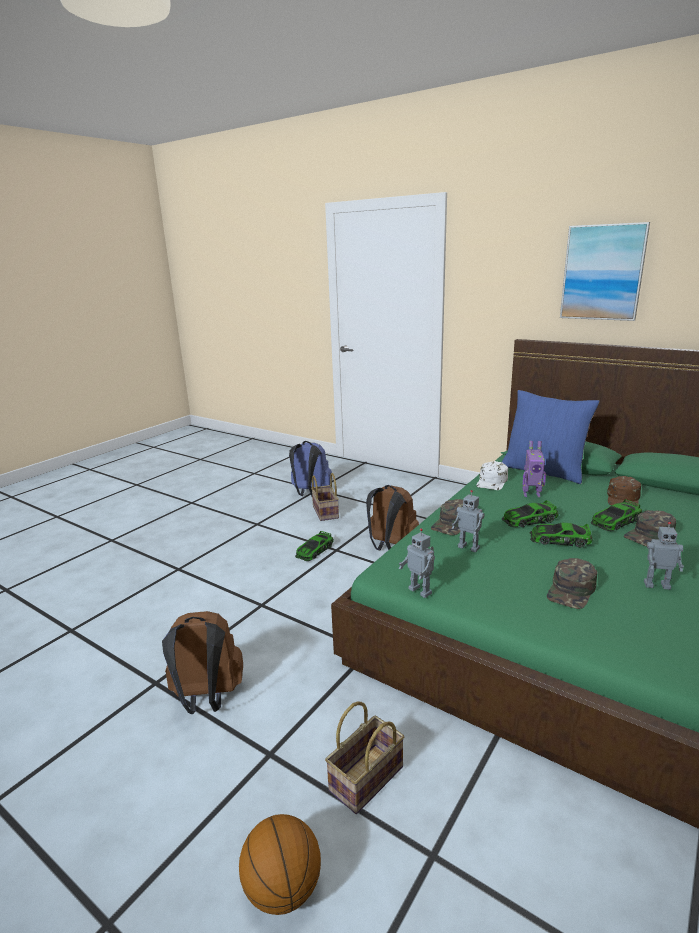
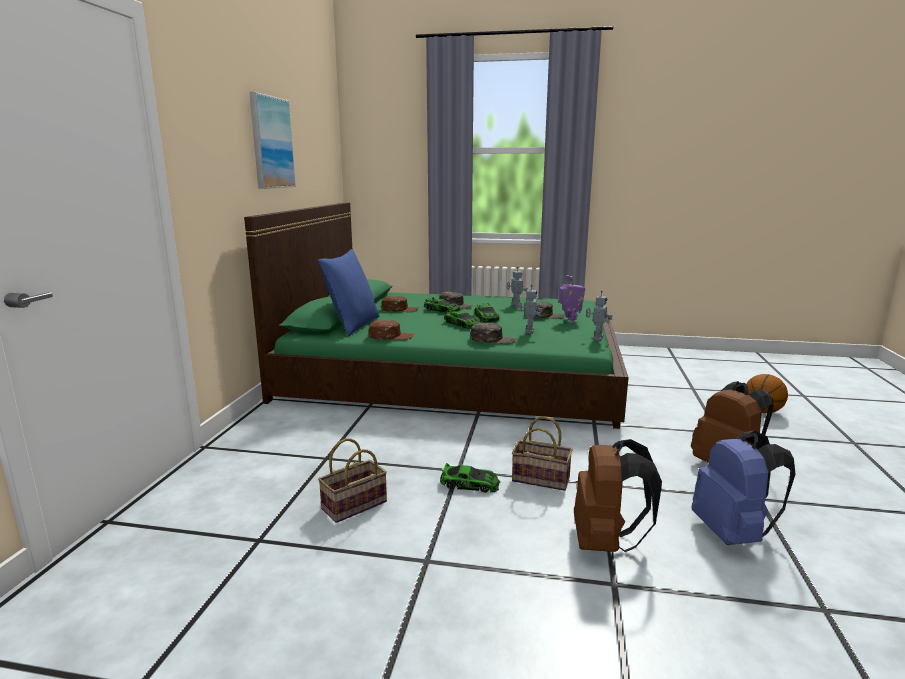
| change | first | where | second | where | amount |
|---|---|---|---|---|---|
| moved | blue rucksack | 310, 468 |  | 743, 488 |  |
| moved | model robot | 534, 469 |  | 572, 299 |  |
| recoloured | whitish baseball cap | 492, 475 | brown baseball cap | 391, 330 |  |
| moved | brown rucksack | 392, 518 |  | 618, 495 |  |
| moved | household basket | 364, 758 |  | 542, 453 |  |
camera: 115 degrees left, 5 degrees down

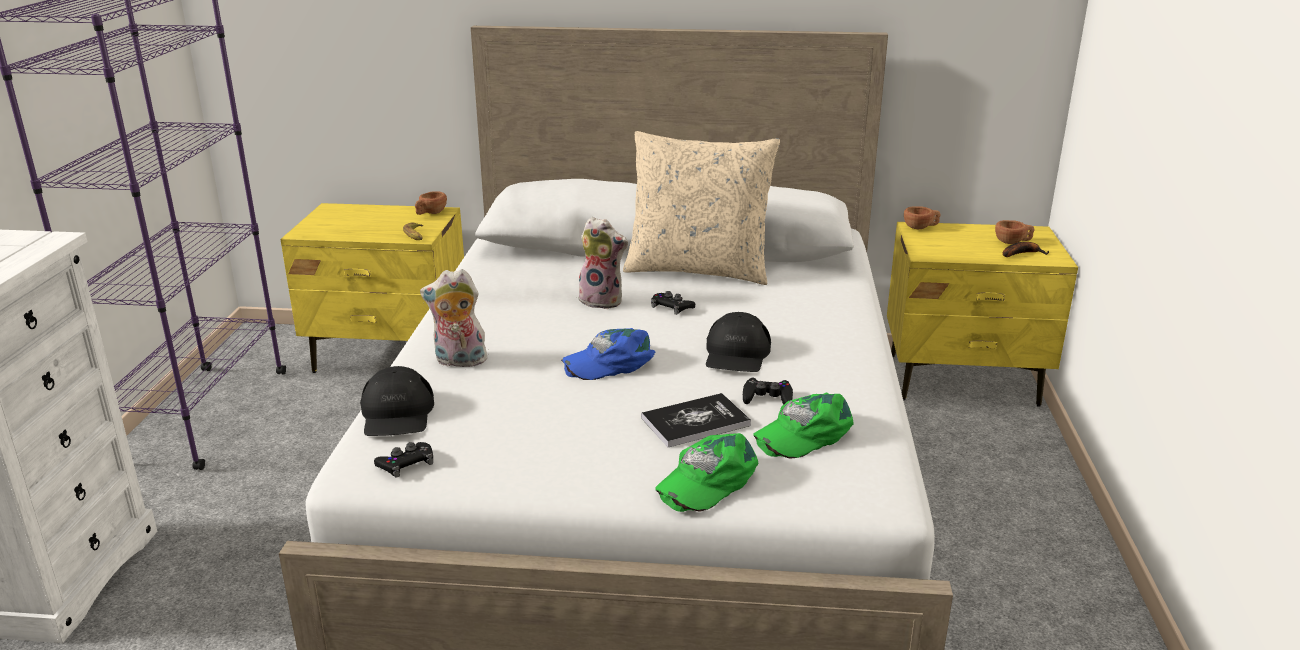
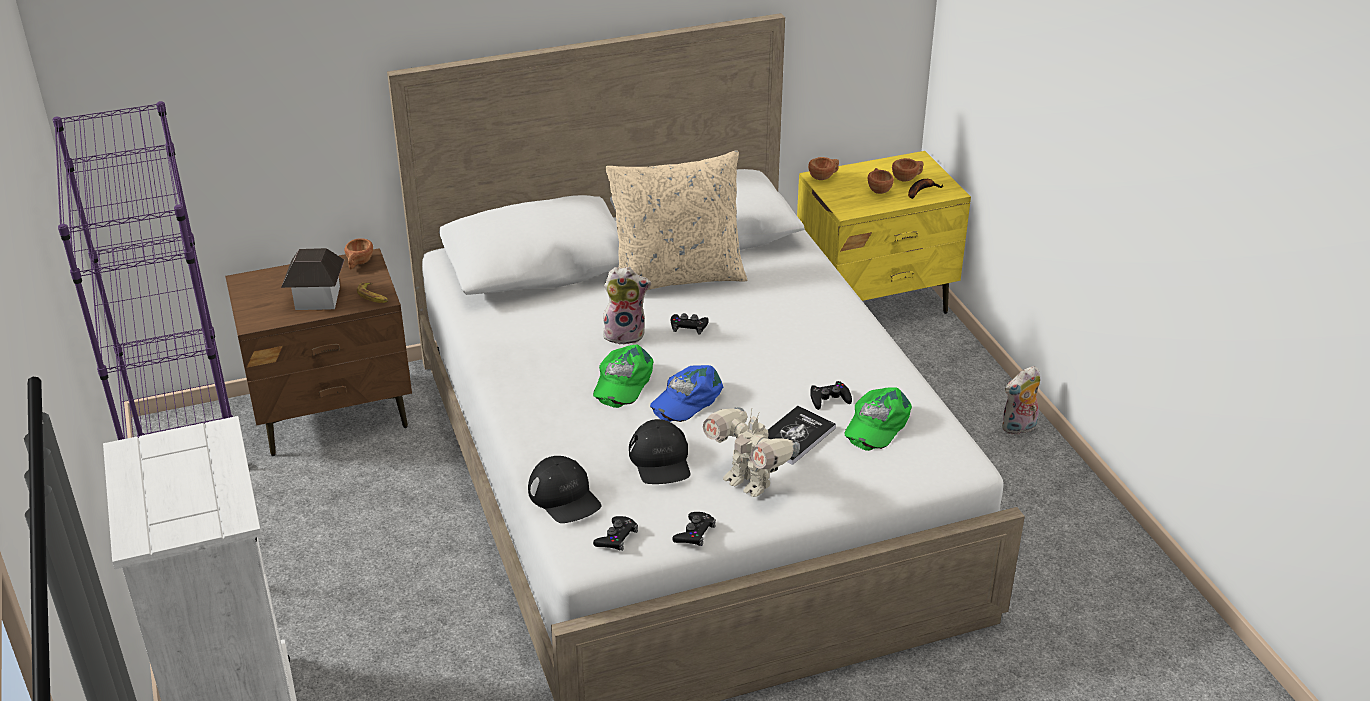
| change | first | where | second | where | amount |
|---|---|---|---|---|---|
| recoloured | yellowish nightstand | 372, 288 | brown nightstand | 318, 352 |  |
| moved | plush toy | 455, 318 |  | 1021, 400 |  |
| moved | black baseball cap | 738, 342 |  | 659, 451 |  |
| moved | green-coloured baseball cap | 706, 472 |  | 623, 376 |  |
| added |  |  | brown drinking cup | 881, 181 |  |
| added |  |  | model house | 312, 279 |  |
| added |  |  | model robot | 751, 452 |  |
| added |  |  | black joypad | 694, 529 |  |
camera: 25 degrees left, 10 degrees up

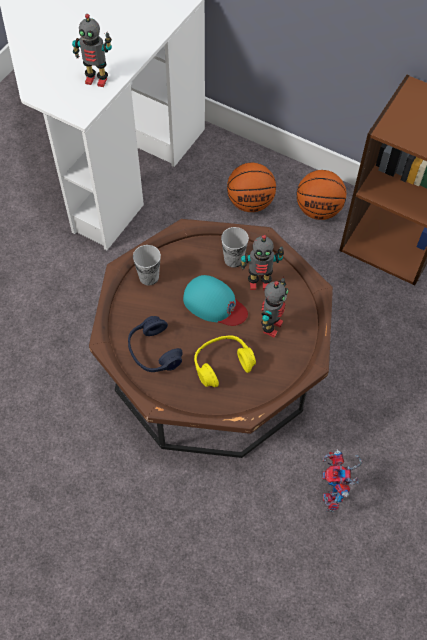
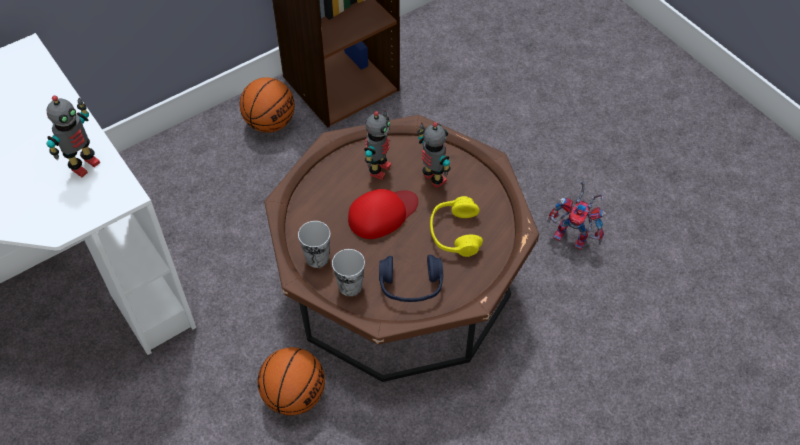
| change | first | where | second | where | amount |
|---|---|---|---|---|---|
| moved | ball for basketball | 251, 187 |  | 291, 381 |  |
| moved | drinking cup | 235, 247 |  | 348, 272 |  |
| recoloured | blue-green baseball cap | 215, 300 | reddish baseball cap | 383, 214 |  |
camera: 65 degrees left, 5 degrees down

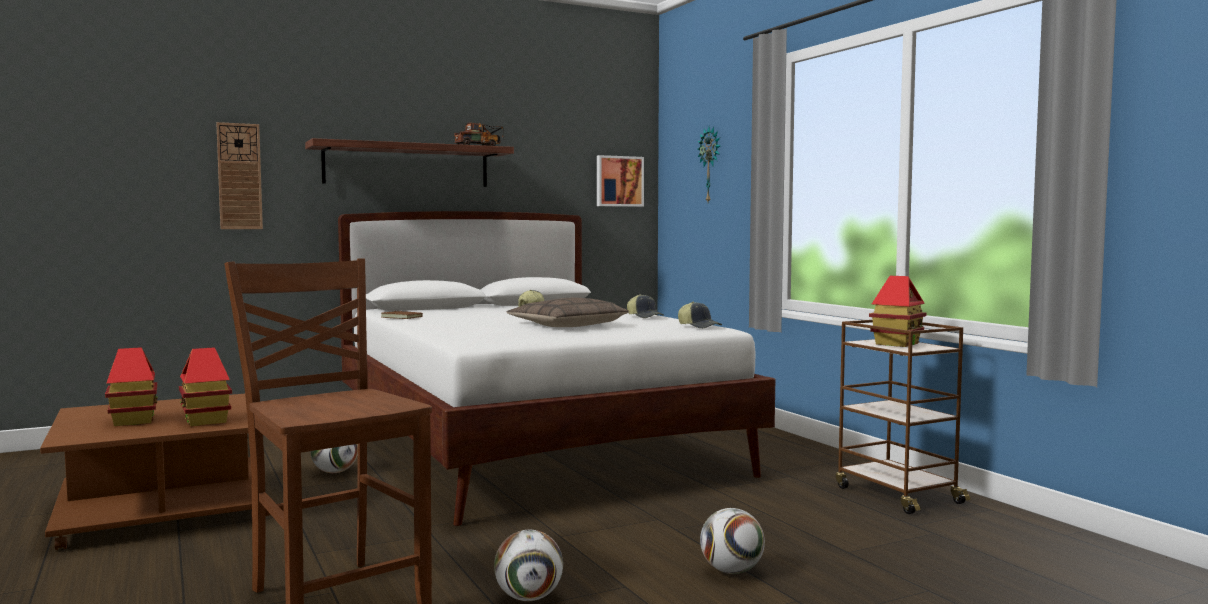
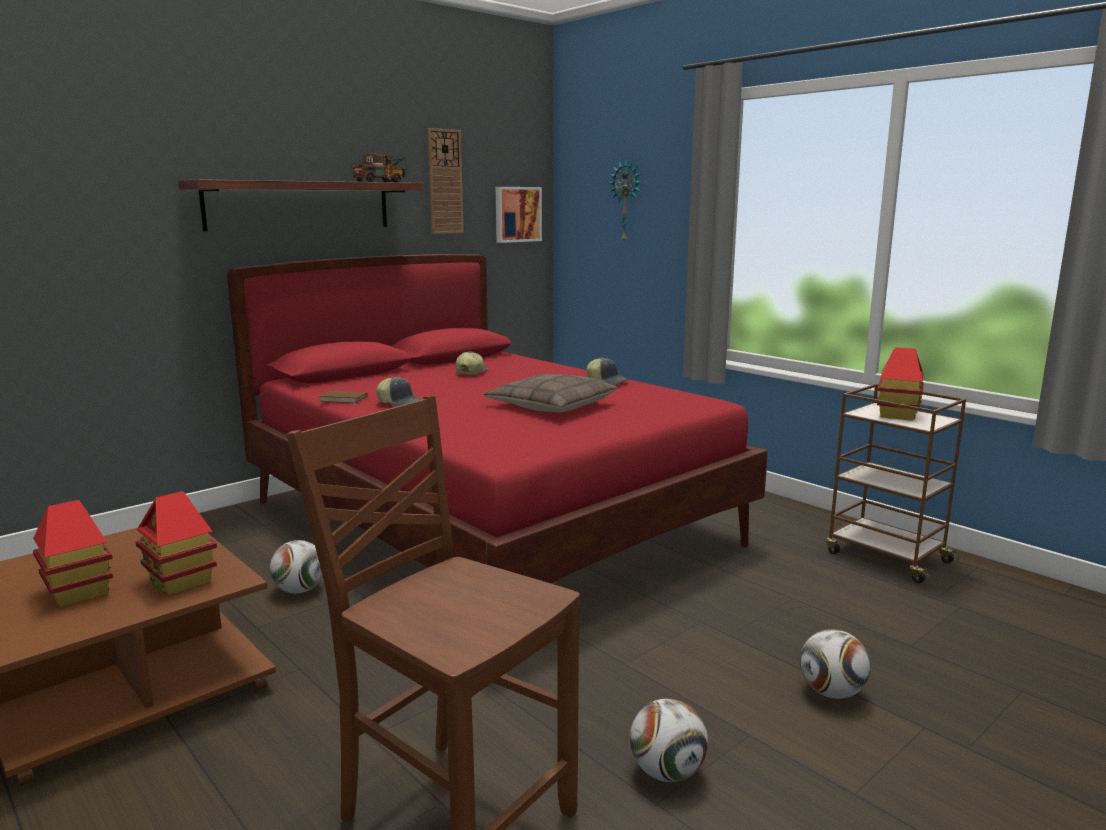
| change | first | where | second | where | amount |
|---|---|---|---|---|---|
| moved | hanging clock | 239, 175 |  | 445, 181 |  |
| recoloured | whitish sleeping bed | 557, 368 | reddish sleeping bed | 497, 418 |  |
| moved | baseball cap | 700, 315 |  | 399, 392 |  |
camera: 15 degrees left, 10 degrees up

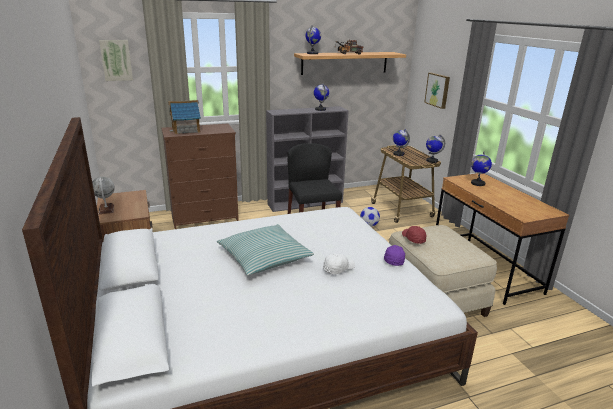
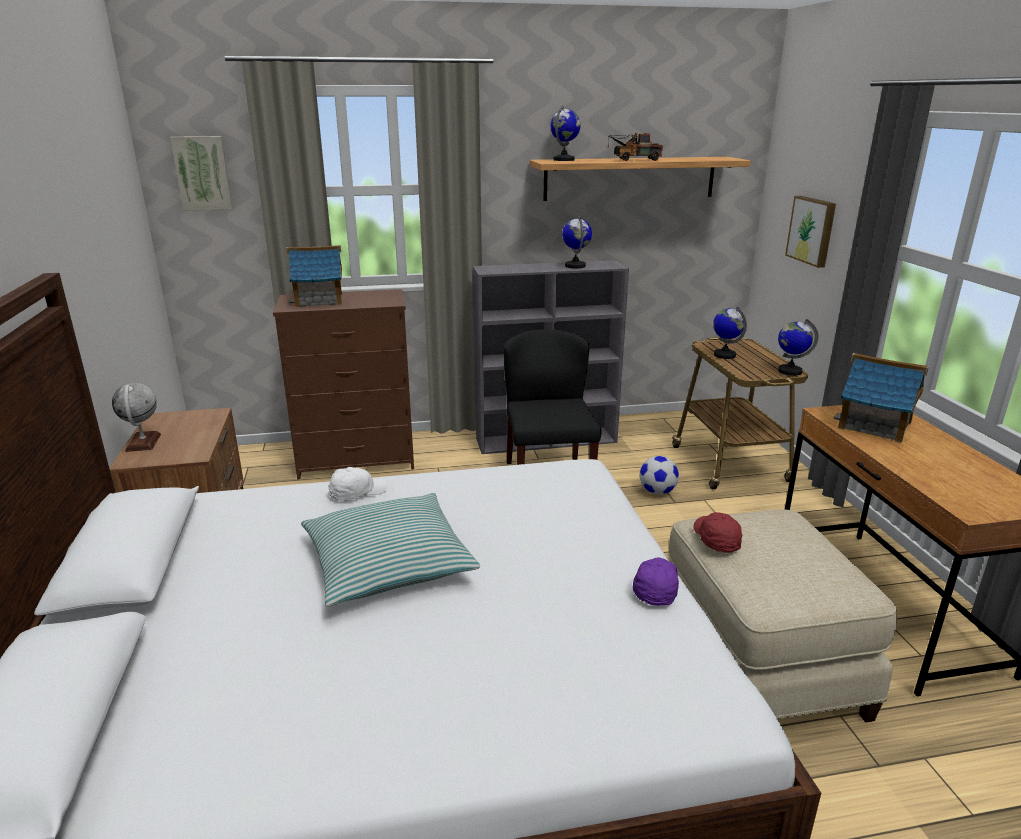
| change | first | where | second | where | amount |
|---|---|---|---|---|---|
| replaced | desk globe | 481, 168 | model house | 881, 398 |  |
| moved | whitish baseball cap | 339, 264 |  | 358, 484 |  |
camera: 10 degrees right, 0 degrees up

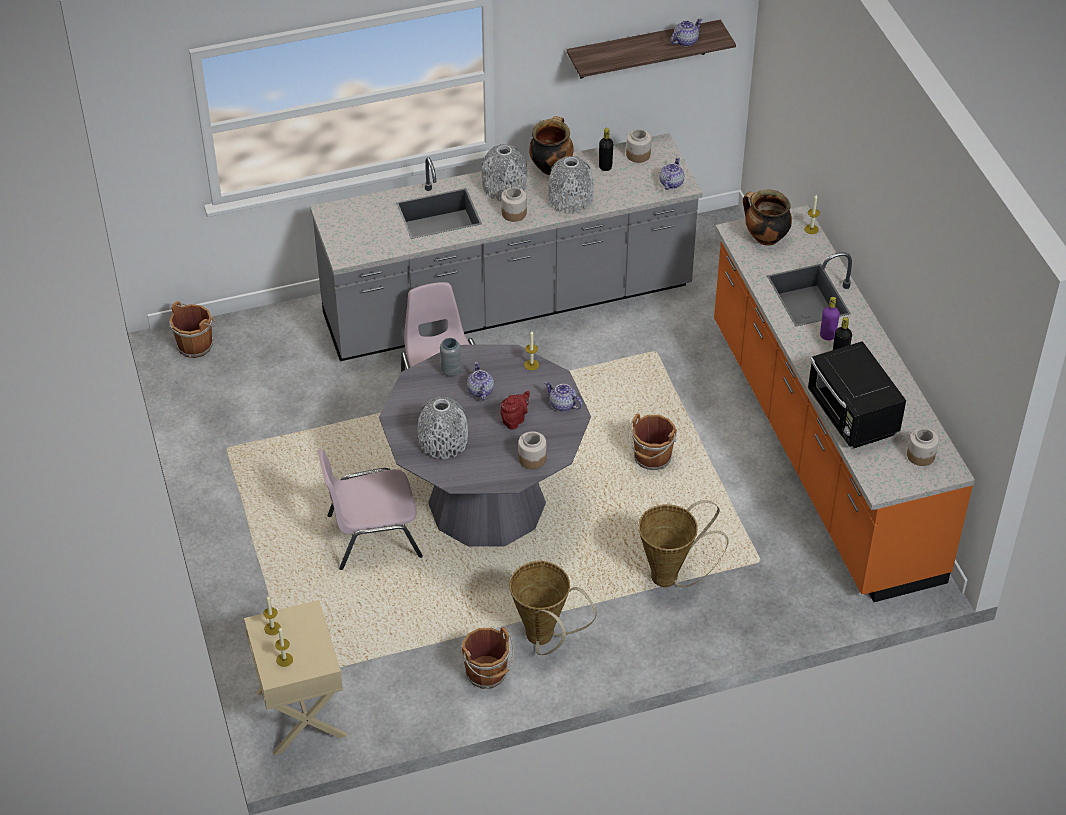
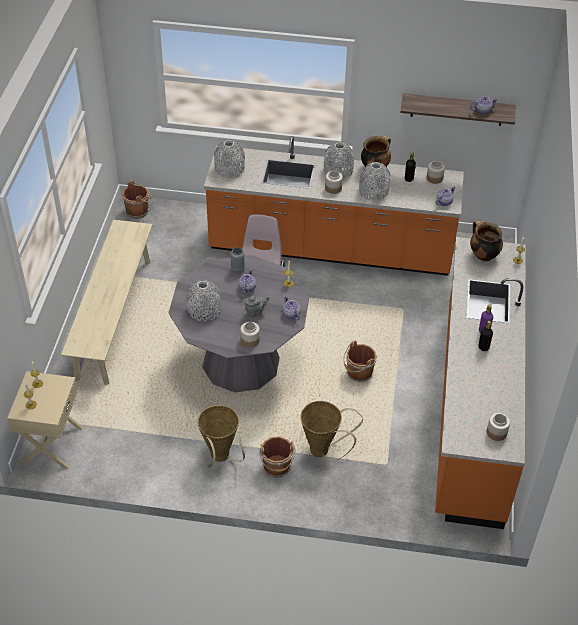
| change | first | where | second | where | amount |
|---|---|---|---|---|---|
| recoloured | grey kitchen counter | 506, 247 | orangey kitchen counter | 334, 206 |  |
| removed | black kitchen microwave | 857, 394 |  |  |  |
| recoloured | reddish pot for tea | 515, 410 | grey pot for tea | 257, 307 |  |
| removed | pink upright chair | 370, 509 |  |  |  |
| moved | brown pail | 487, 658 |  | 277, 457 |  |
| added |  |  | grey decorative vase | 229, 159 |  |
| added |  |  | beige bench | 106, 302 |  |
camera: 25 degrees right, 0 degrees up

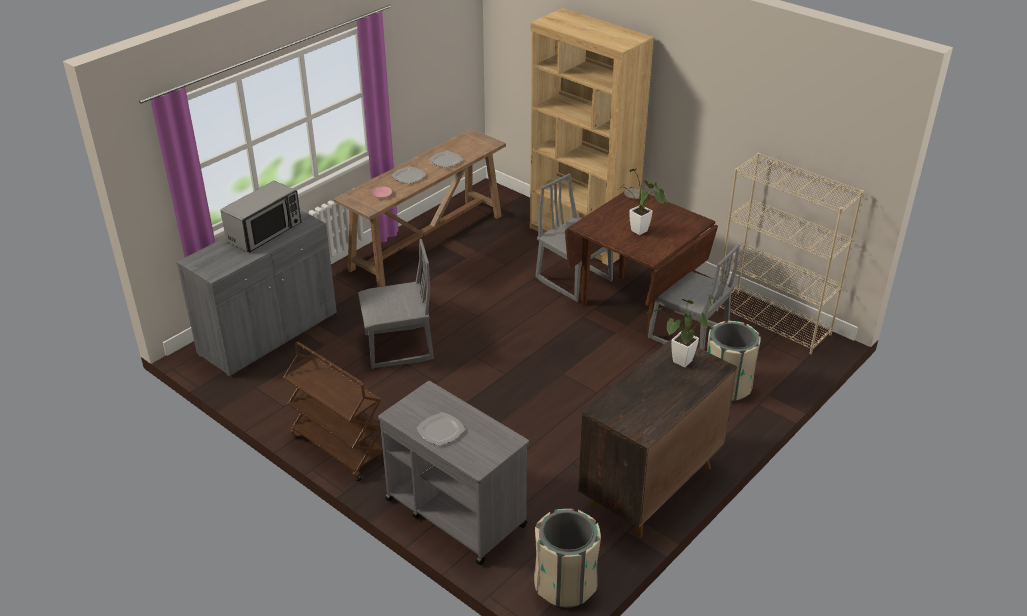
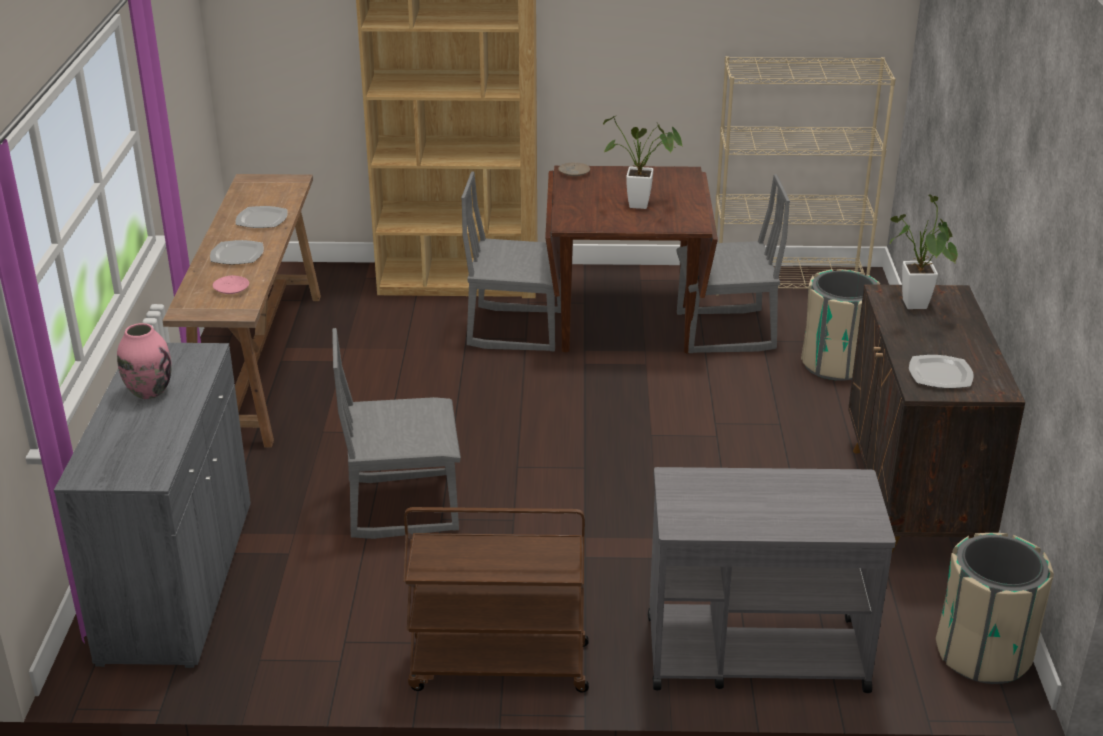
| change | first | where | second | where | amount |
|---|---|---|---|---|---|
| replaced | kitchen microwave | 260, 216 | pink decorative vase | 144, 361 |  |
| turned | grey upright chair | 396, 304 |  | 396, 433 | 135 degrees counterclockwise |
| moved | dinner plate | 441, 429 |  | 941, 371 |  |
camera: 40 degrees left, 5 degrees down

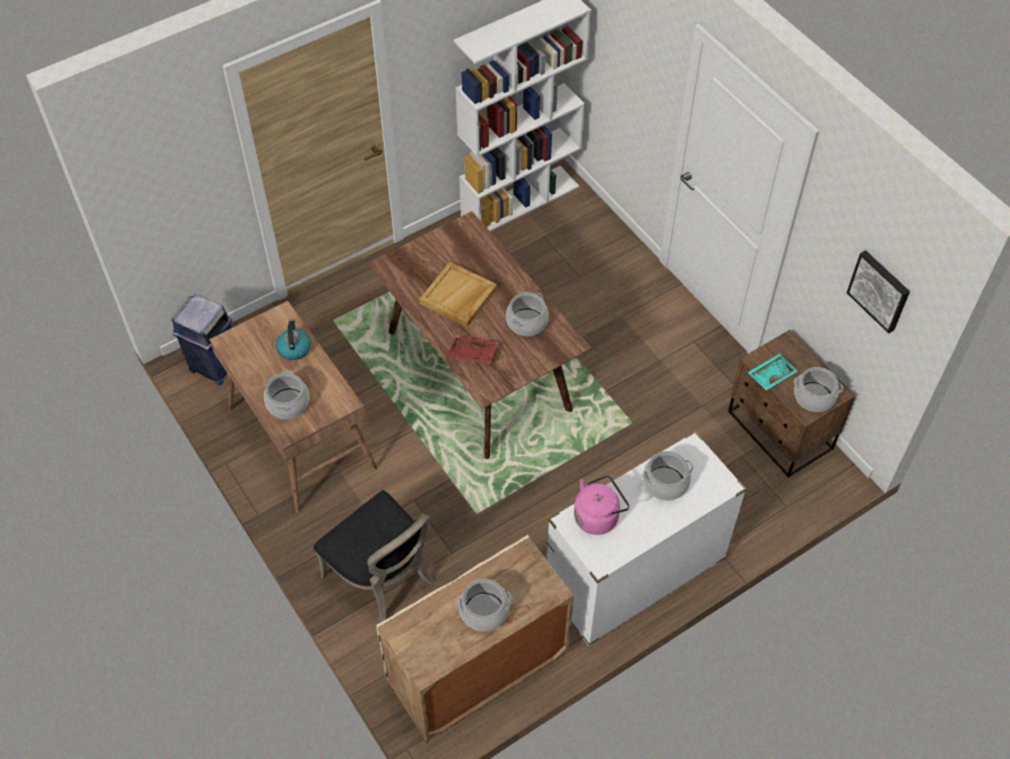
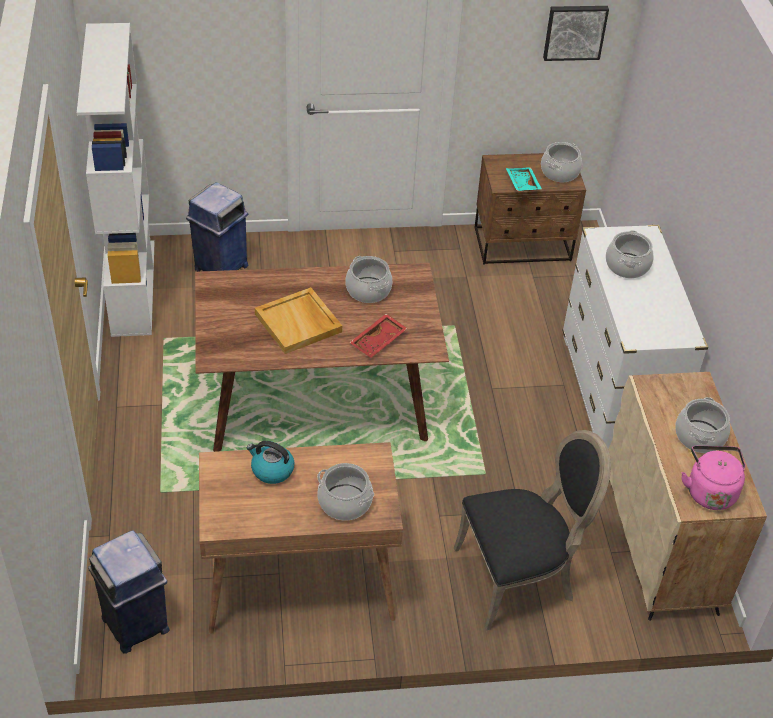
| change | first | where | second | where | amount |
|---|---|---|---|---|---|
| moved | pink tea kettle | 602, 505 |  | 714, 478 |  |
| added |  |  | blue trash can | 217, 227 |  |
camera: 65 degrees left, 10 degrees down

